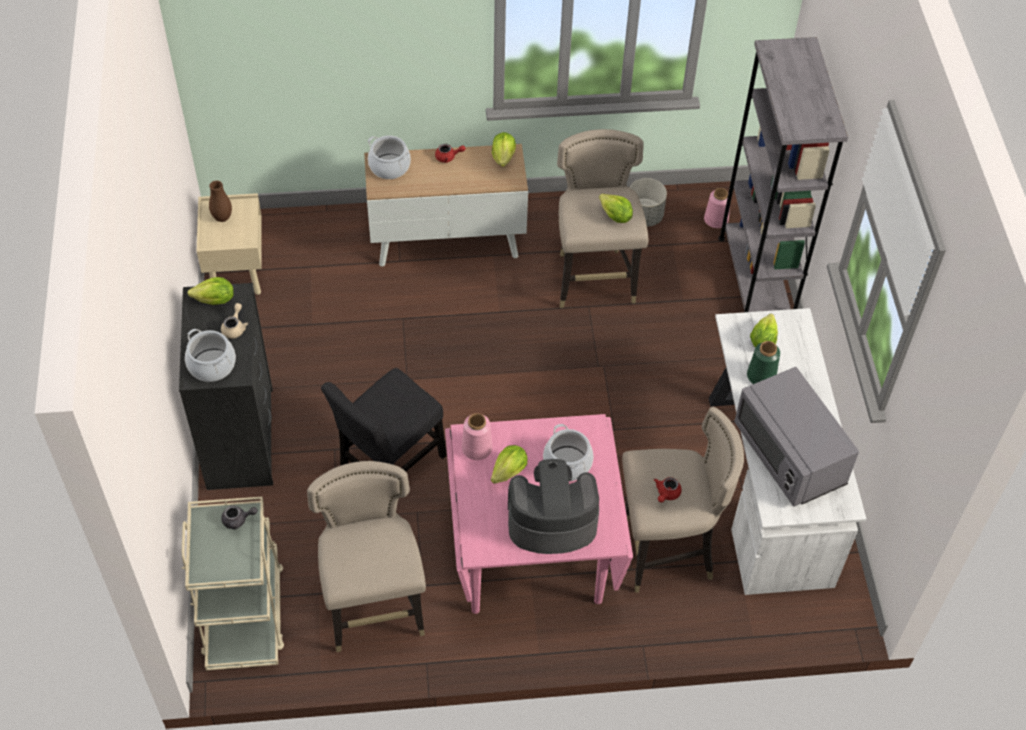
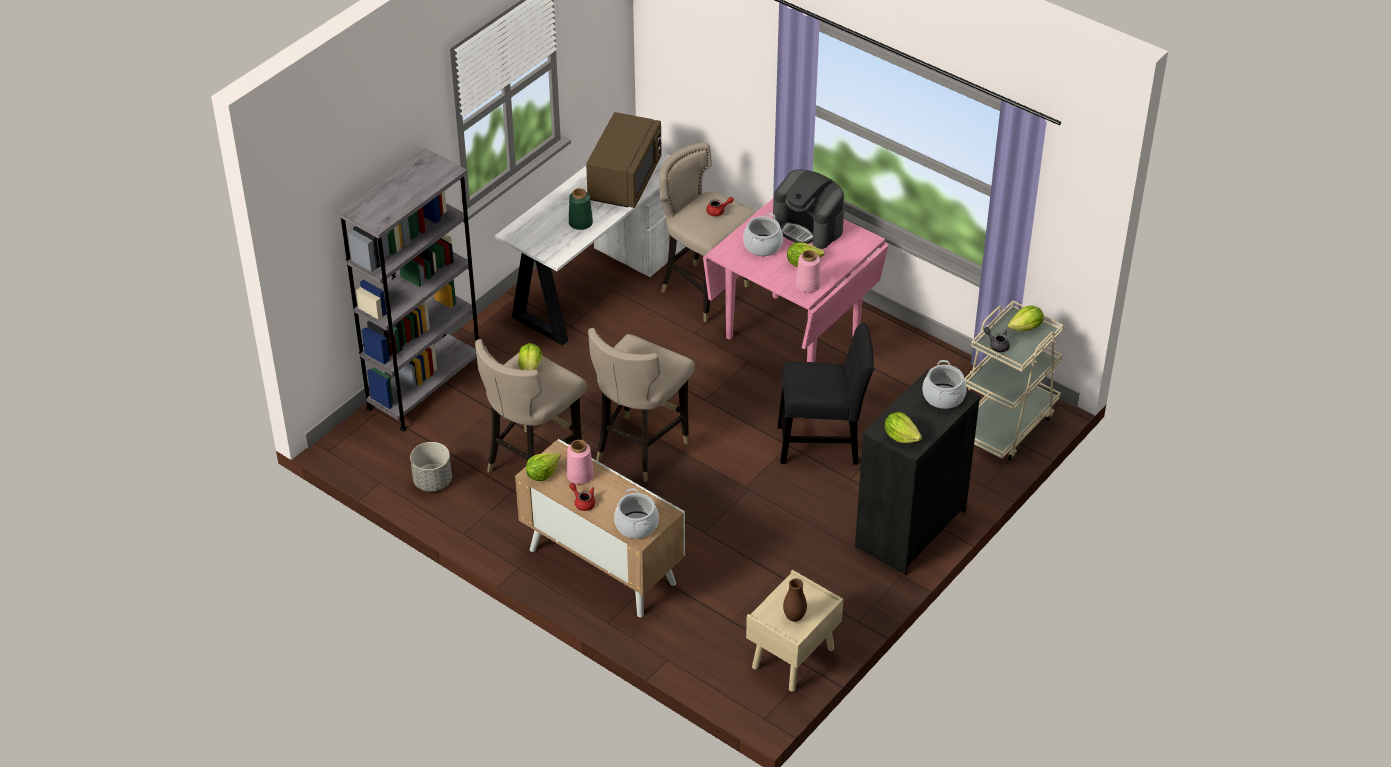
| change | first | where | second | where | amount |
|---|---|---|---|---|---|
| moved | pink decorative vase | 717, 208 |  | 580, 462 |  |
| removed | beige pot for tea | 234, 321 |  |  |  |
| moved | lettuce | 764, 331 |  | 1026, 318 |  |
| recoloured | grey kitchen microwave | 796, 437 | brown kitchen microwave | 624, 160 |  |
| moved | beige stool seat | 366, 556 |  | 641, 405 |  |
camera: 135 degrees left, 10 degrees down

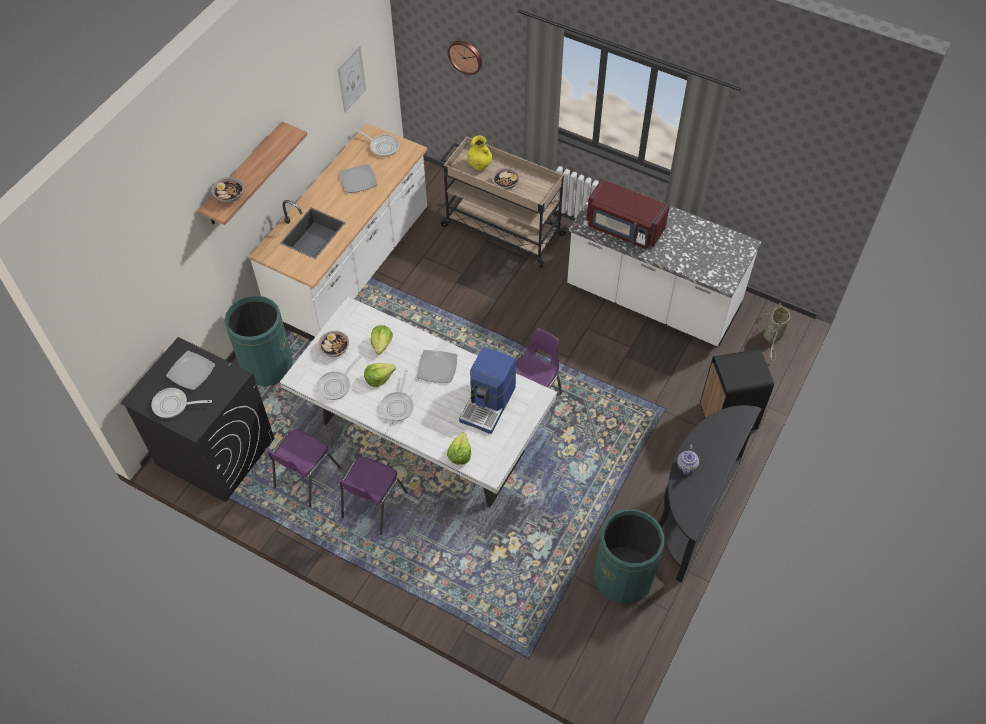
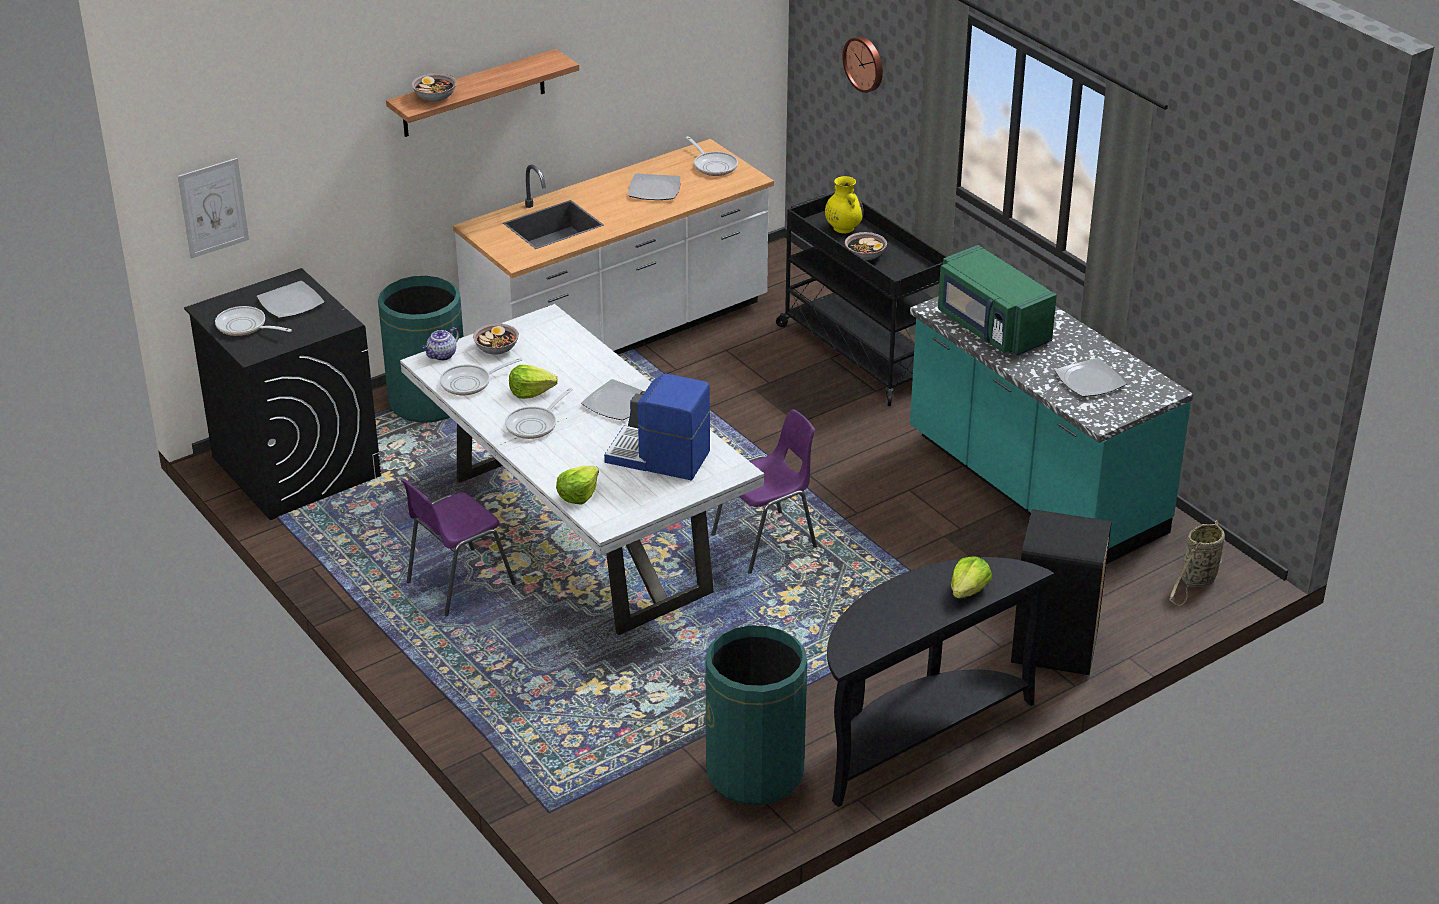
| change | first | where | second | where | amount |
|---|---|---|---|---|---|
| moved | wall picture | 352, 79 |  | 213, 208 |  |
| recoloured | beige wheeled cart | 504, 202 | black wheeled cart | 861, 299 |  |
| recoloured | reddish kitchen microwave | 628, 214 | green-coloured kitchen microwave | 997, 300 |  |
| recoloured | whitish kitchen counter | 664, 266 | blue-green kitchen counter | 1051, 430 |  |
| moved | lettuce | 382, 340 |  | 971, 577 |  |
| turned | coffee brewer | 487, 390 |  | 657, 426 | 60 degrees clockwise |
| removed | purplish upright chair | 303, 468 |  |  |  |
| moved | pot for tea | 688, 460 |  | 440, 344 |  |
| added |  |  | dinner plate | 1091, 377 |  |
camera: 25 degrees right, 20 degrees down

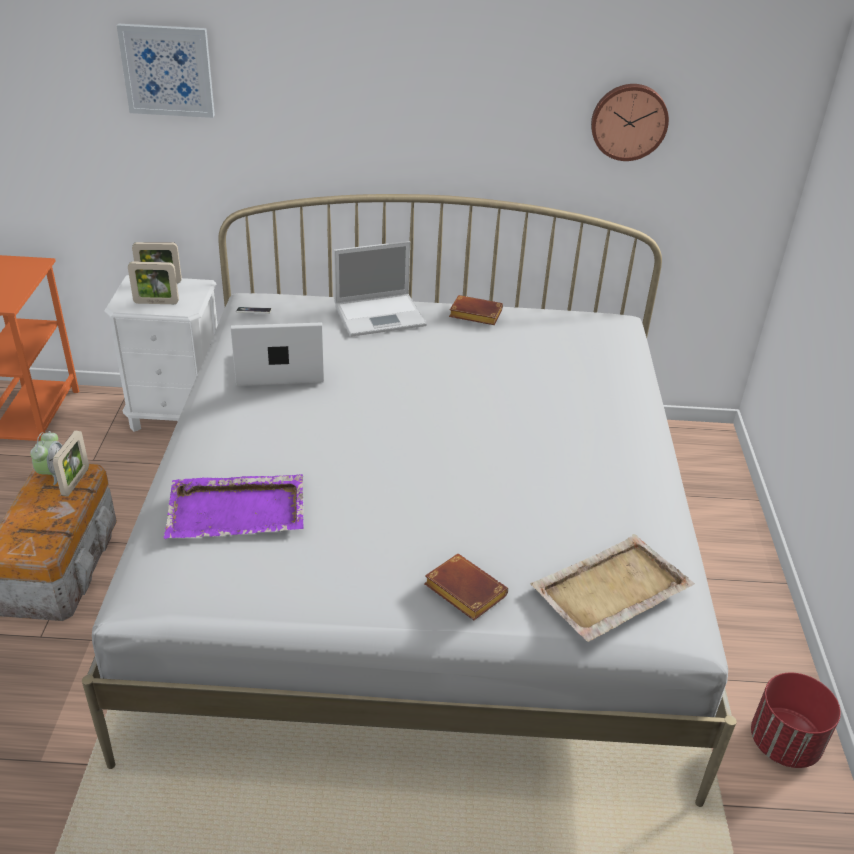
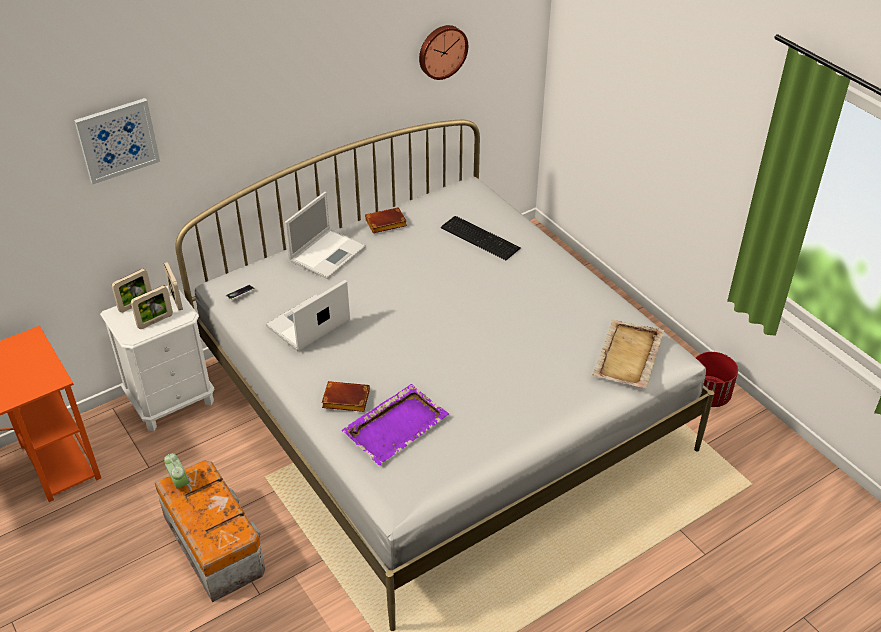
| change | first | where | second | where | amount |
|---|---|---|---|---|---|
| moved | standing frame | 71, 463 |  | 173, 286 |  |
| moved | brown bound book | 466, 587 |  | 346, 396 |  |
| added |  |  | computer keyboard | 481, 238 |  |
camera: 35 degrees left, 5 degrees up

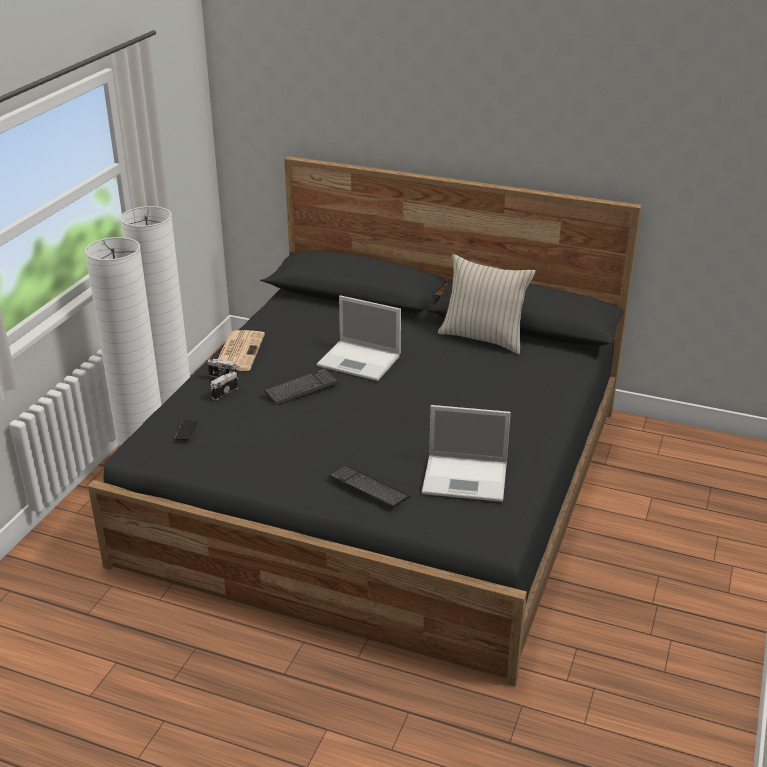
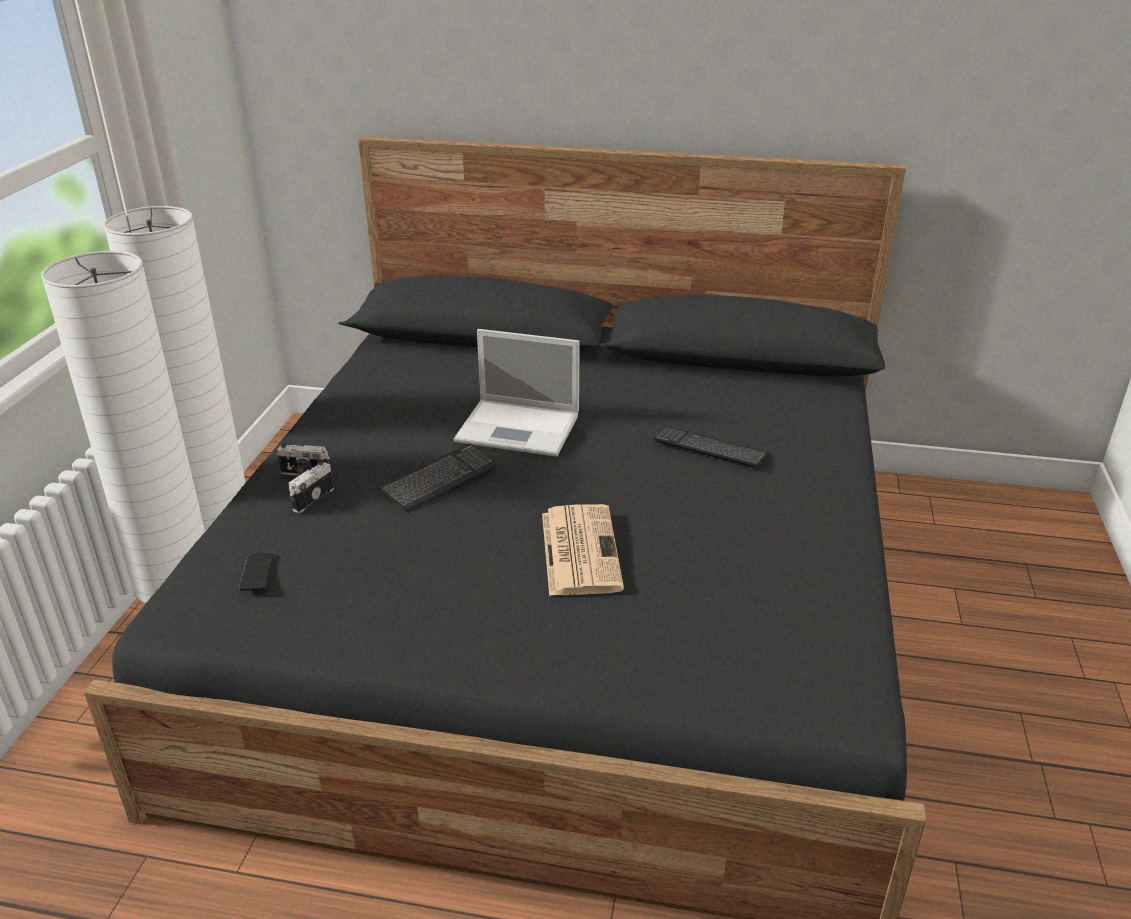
| change | first | where | second | where | amount |
|---|---|---|---|---|---|
| removed | beige throw pillow | 487, 304 |  |  |  |
| moved | daily paper | 241, 350 |  | 583, 550 |  |
| removed | laptop | 466, 453 |  |  |  |
| moved | computer keyboard | 370, 486 |  | 711, 447 |  |
camera: 10 degrees left, 0 degrees up

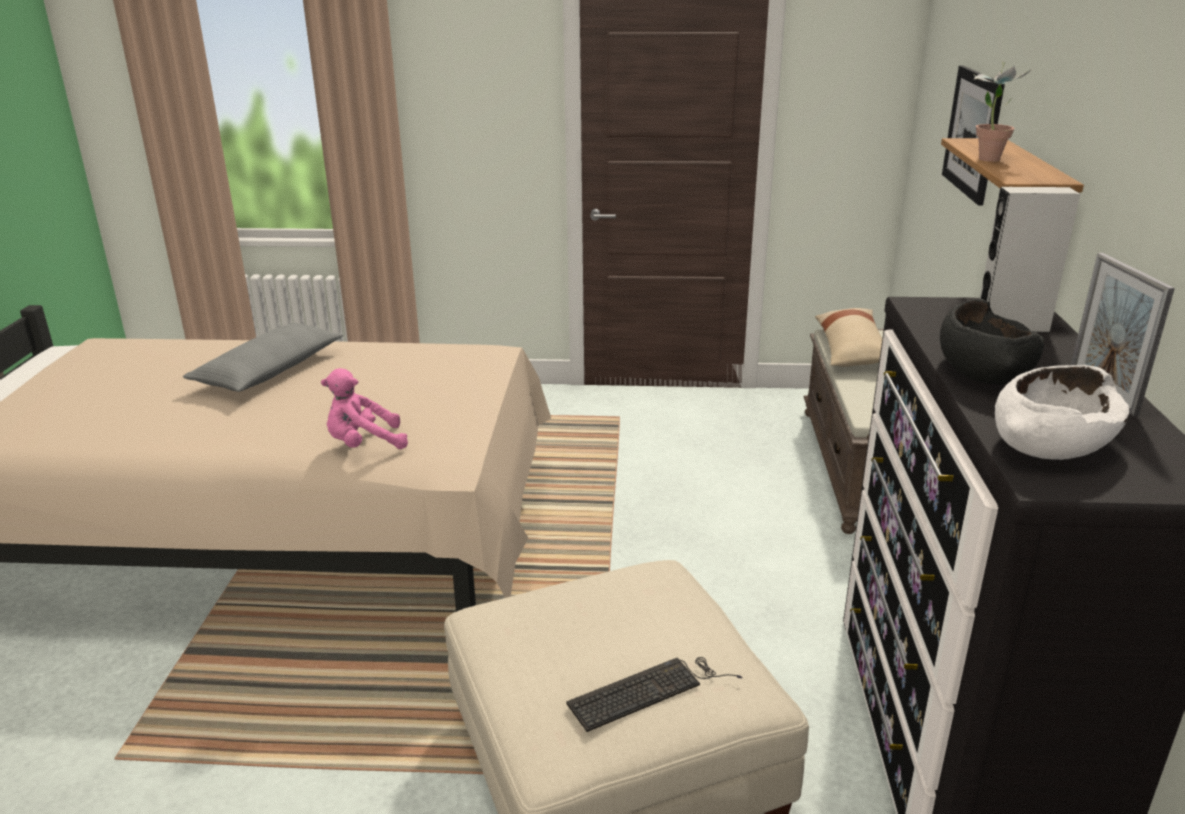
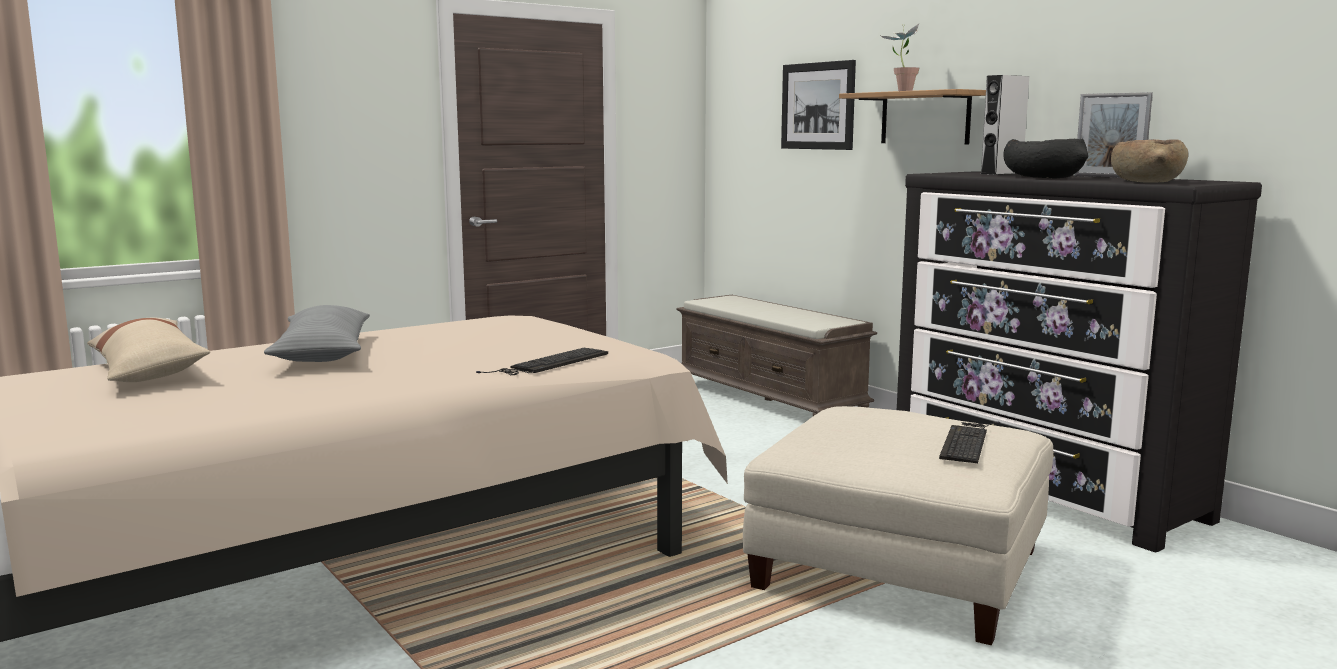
| change | first | where | second | where | amount |
|---|---|---|---|---|---|
| moved | beige throw pillow | 848, 337 |  | 148, 350 |  |
| recoloured | whitish deep dish | 1062, 412 | brown deep dish | 1149, 161 |  |
| replaced | pink plush toy | 364, 408 | computer keyboard | 542, 361 |  |
camera: 40 degrees left, 15 degrees down

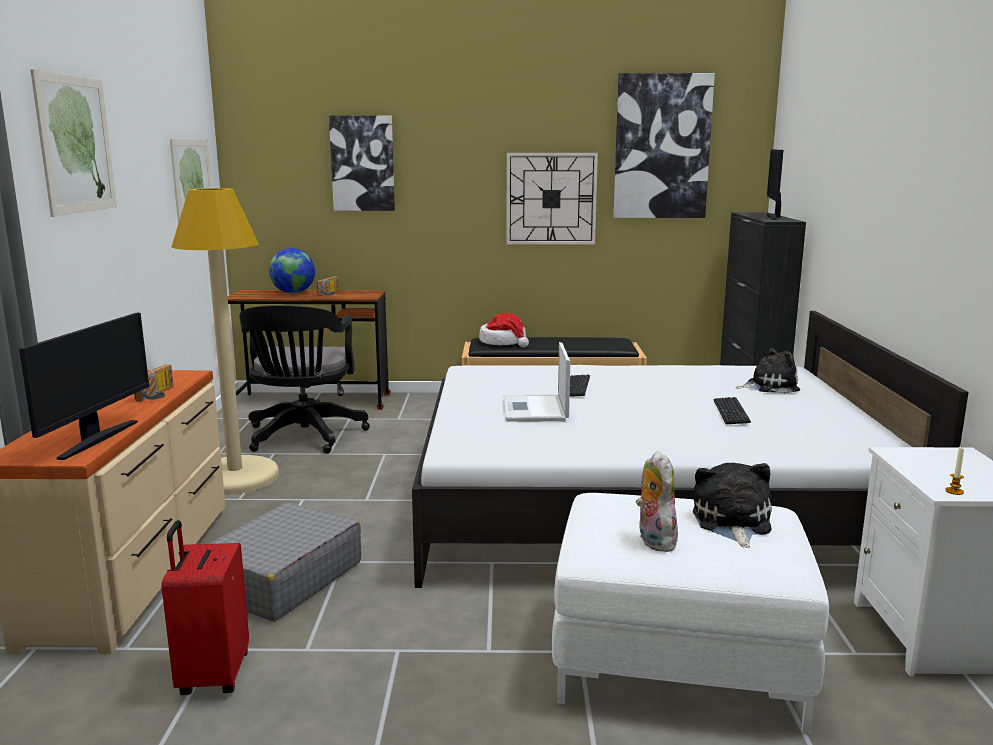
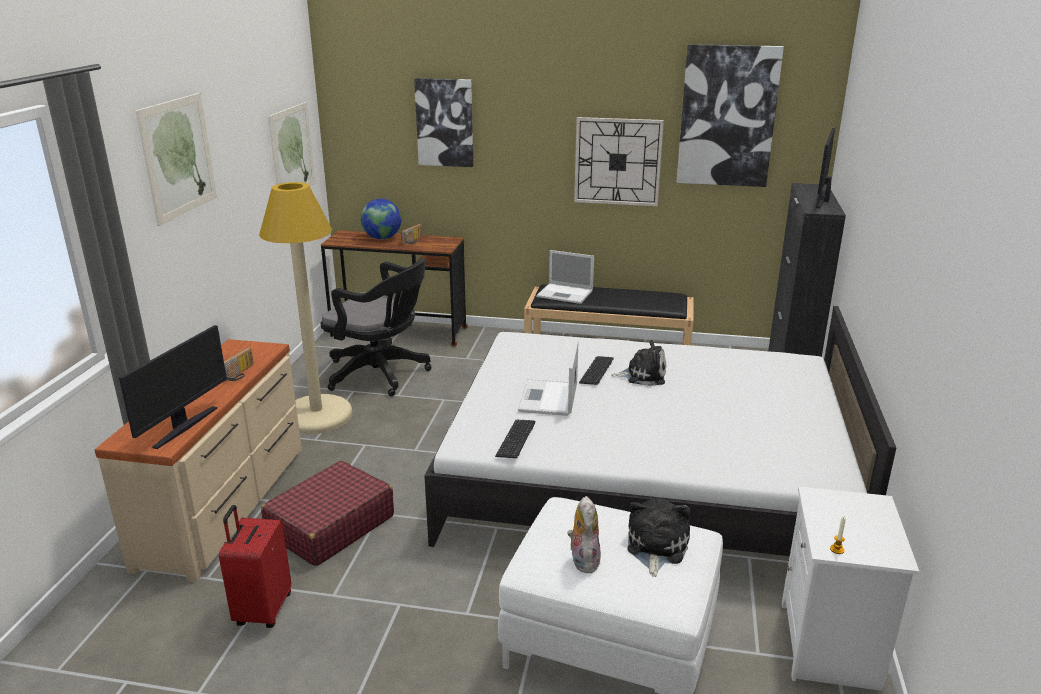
| change | first | where | second | where | amount |
|---|---|---|---|---|---|
| turned | black office chair | 304, 379 |  | 376, 327 | 75 degrees counterclockwise |
| replaced | wearable hat | 504, 330 | laptop | 565, 277 |  |
| moved | plush toy | 768, 370 |  | 638, 363 |  |
| moved | computer keyboard | 732, 410 |  | 515, 438 |  |
| recoloured | grey suitcase | 285, 561 | reddish suitcase | 327, 513 |  |
camera: 10 degrees right, 10 degrees up

